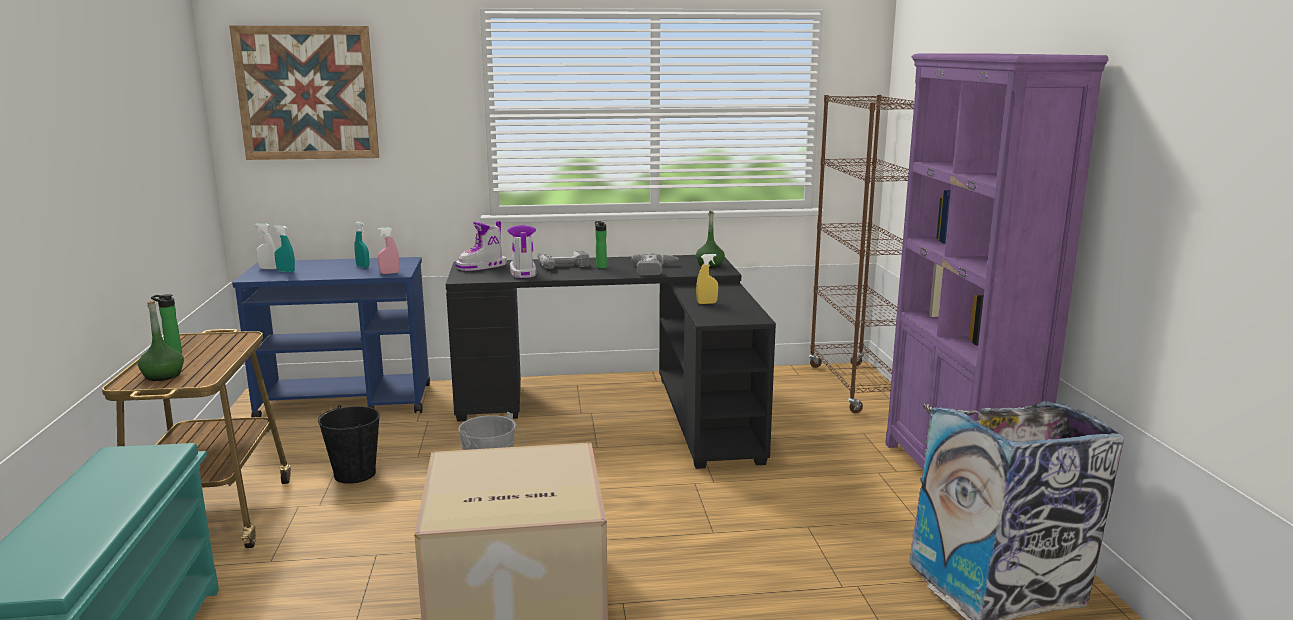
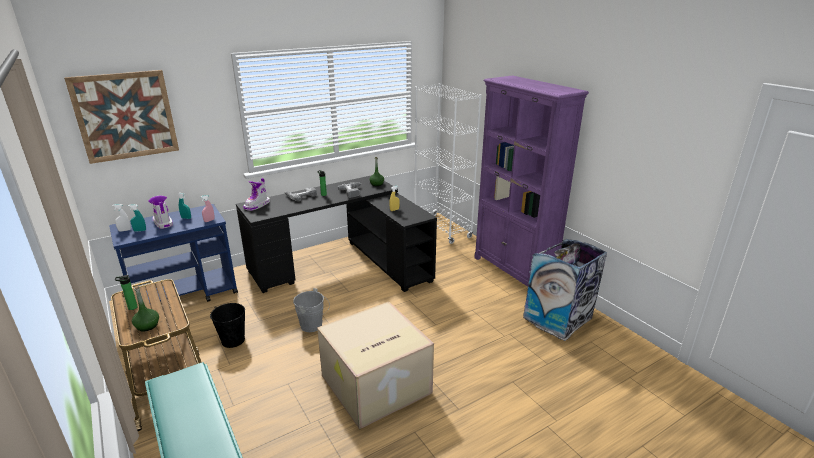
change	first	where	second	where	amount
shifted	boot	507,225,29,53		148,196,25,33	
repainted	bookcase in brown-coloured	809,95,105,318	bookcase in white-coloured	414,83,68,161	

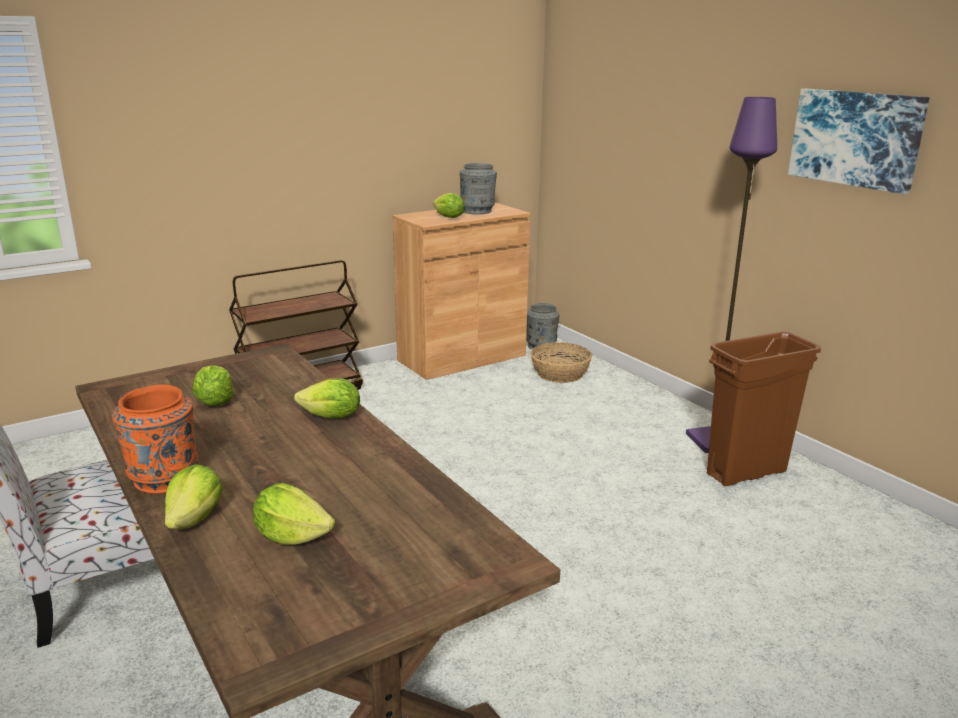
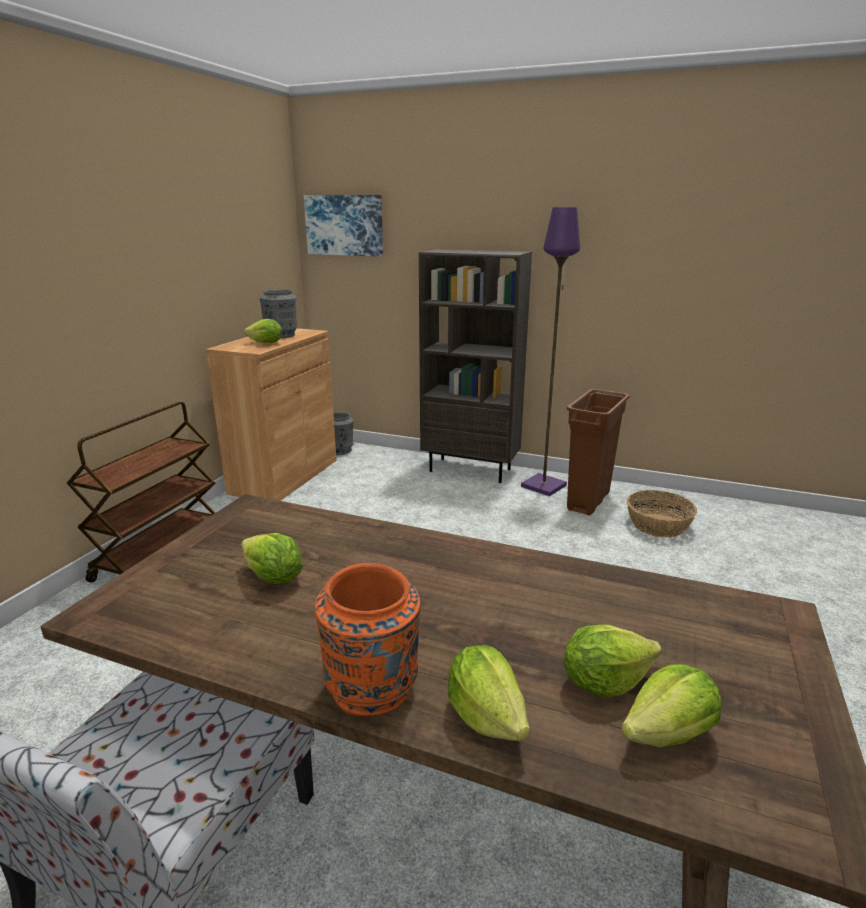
change	first	where	second	where	amount
shifted	wall picture	788,89,142,105		304,195,79,61	
new			bookcase in brown-coloured	419,249,113,234	
shifted	lettuce	294,378,66,40		622,664,99,83	
shifted	storage basket	531,342,61,41		627,490,70,48	

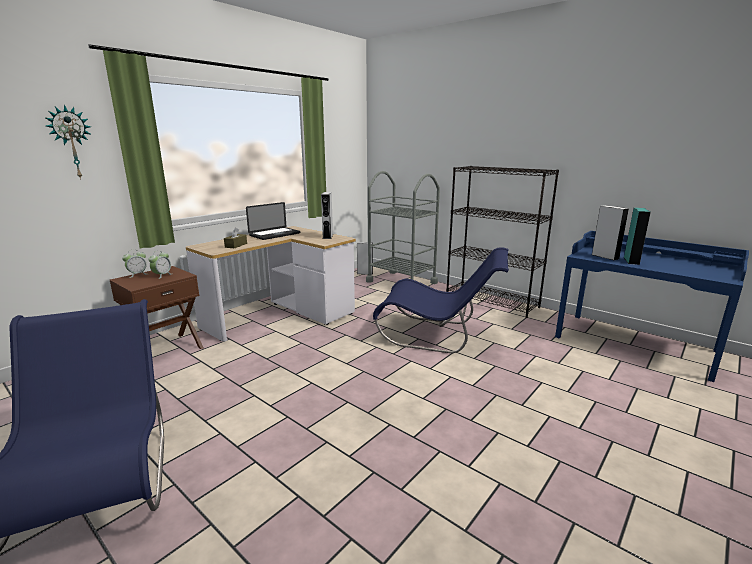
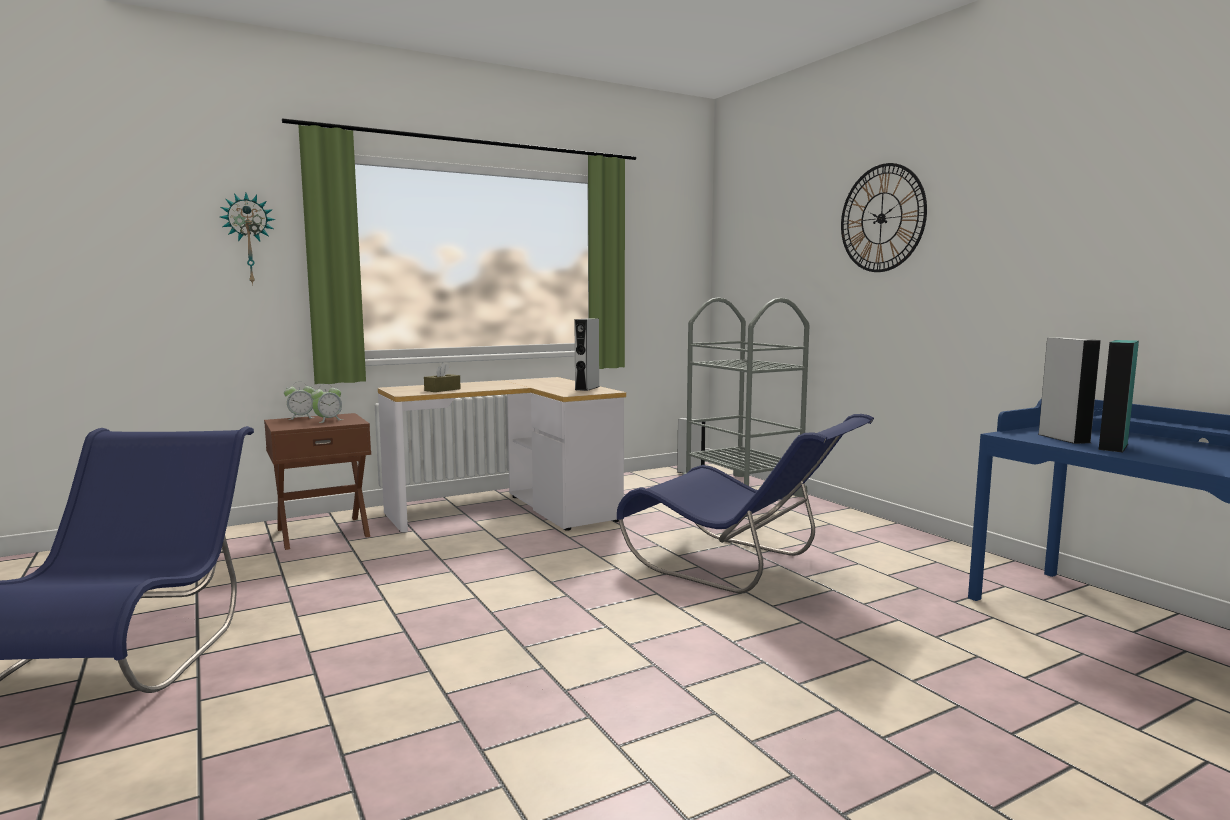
change	first	where	second	where	amount
new			clock on the wall	841,163,86,109	
gone	portable computer	246,202,54,38			
gone	bookcase in black-coloured	446,166,113,152			

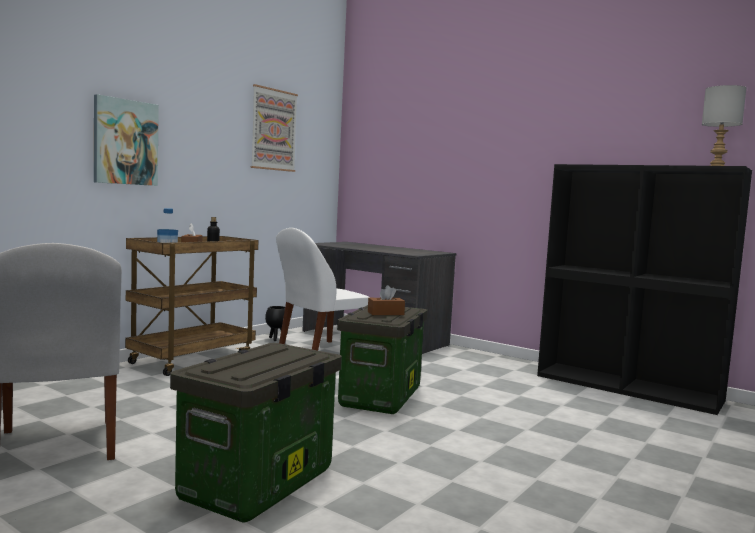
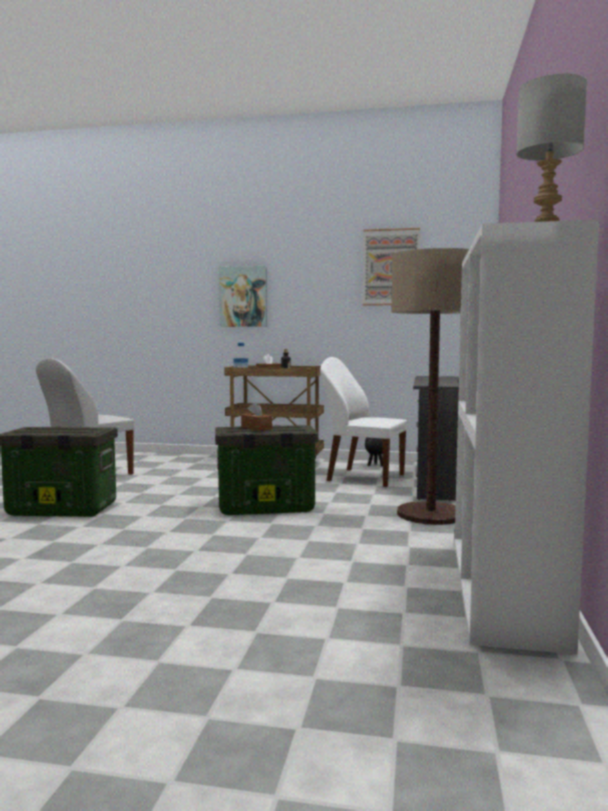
change	first	where	second	where	amount
new			standard lamp	392,248,77,277	
repainted	bookcase in black-coloured	537,164,215,251	bookcase in white-coloured	455,220,144,435	

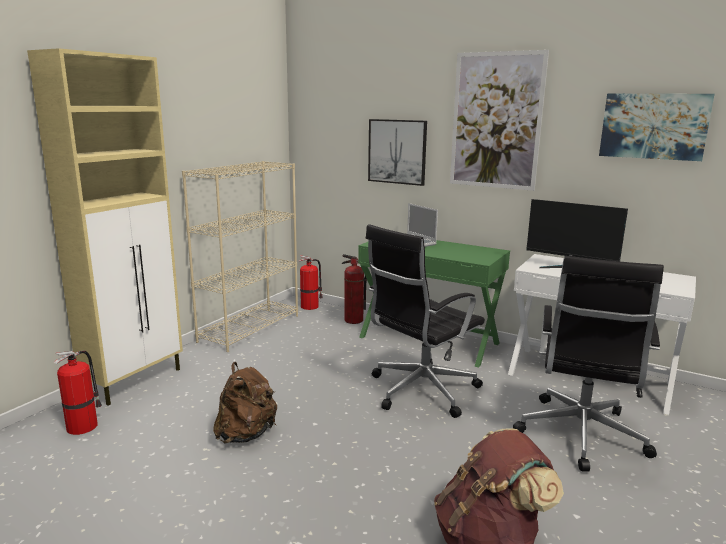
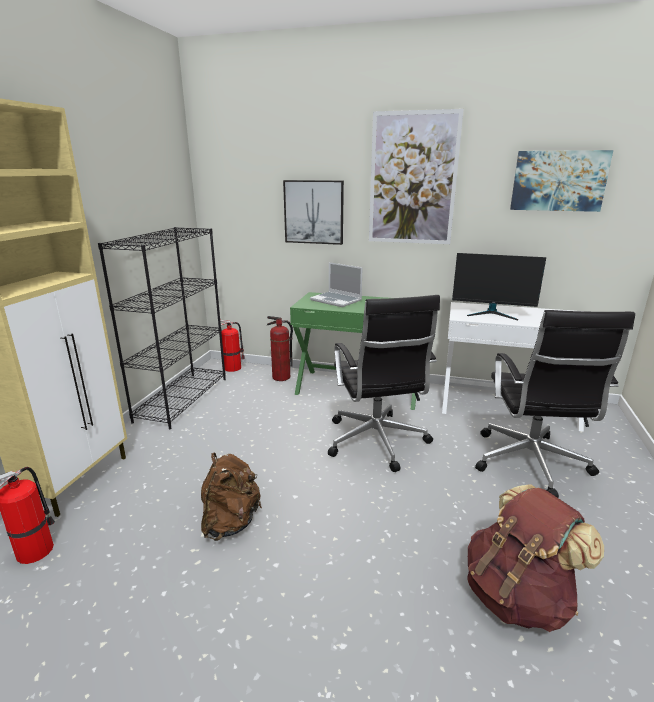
change	first	where	second	where	amount
repainted	bookcase in beige	182,161,116,191	bookcase in black-coloured	98,227,128,202	
rotated	desk chair in black-coloured	366,224,119,194		328,295,112,177	45 degrees counterclockwise

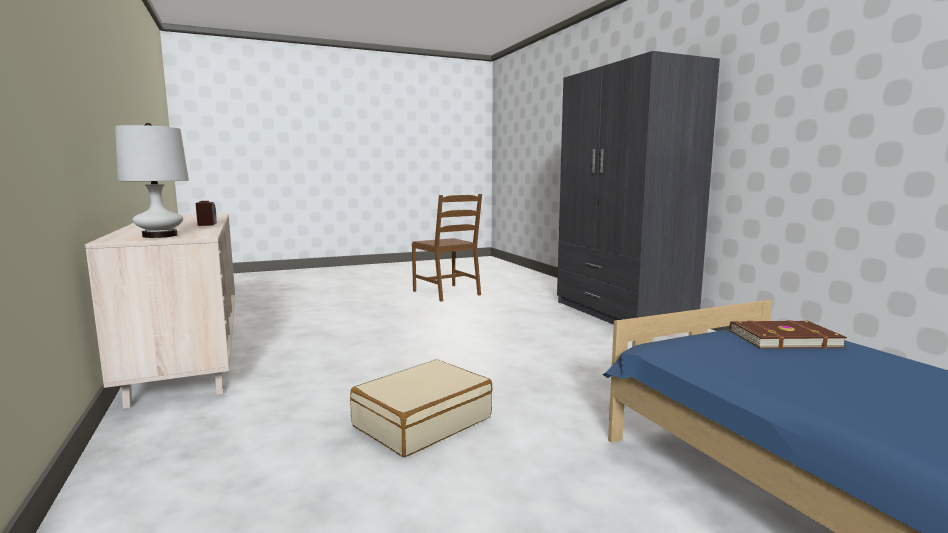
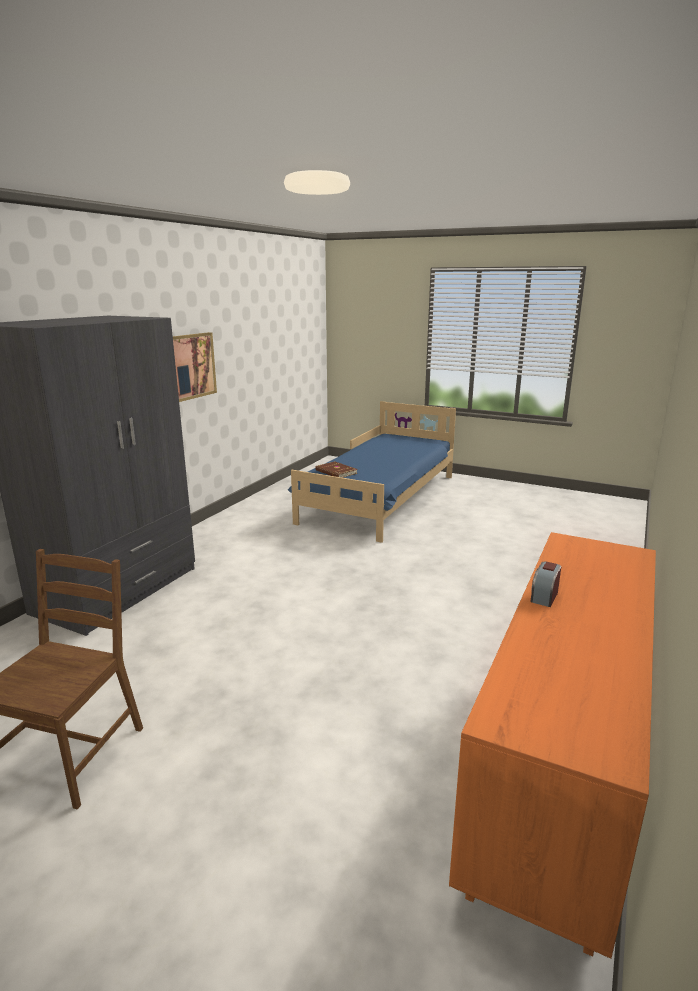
change	first	where	second	where	amount
new			wall picture	173,332,44,70	
repainted	dresser in beige	85,214,150,195	dresser in orange-coloured	449,532,207,427	
gone	tabletop lamp in white-coloured	115,123,74,115			
gone	suitcase in beige	350,359,142,98			

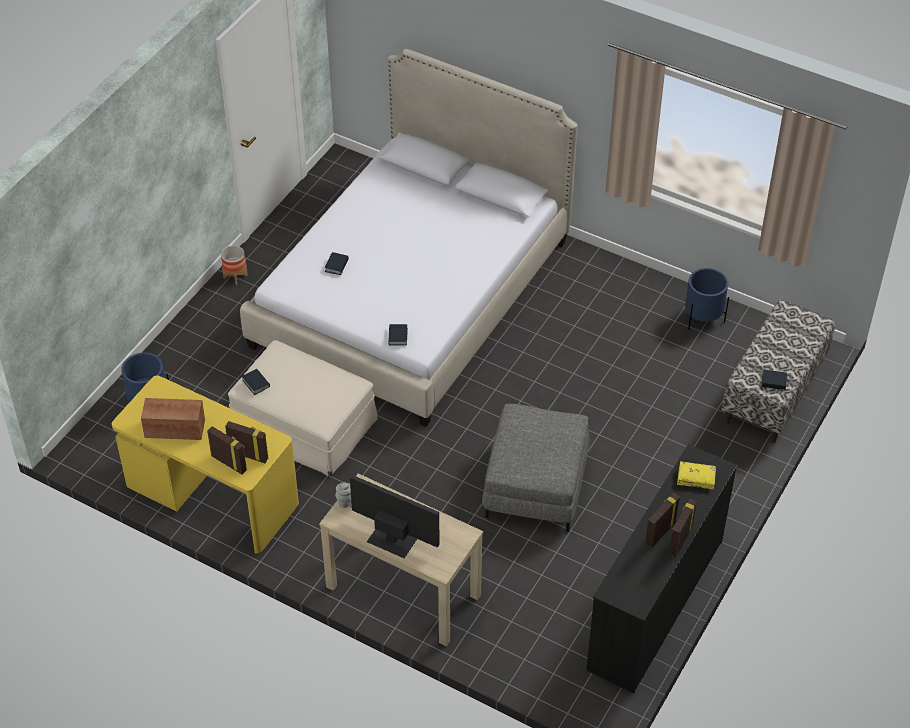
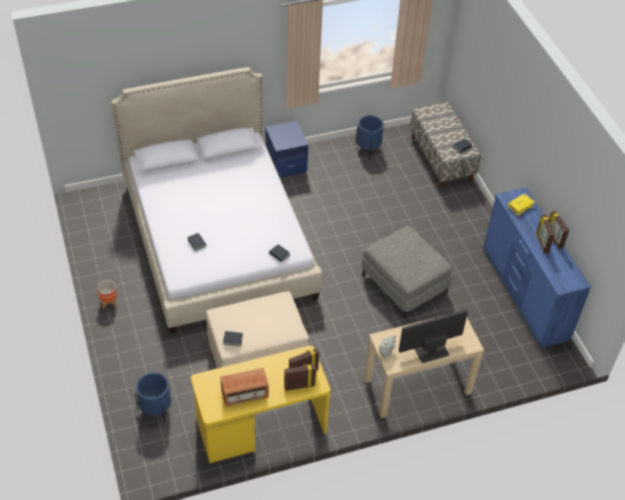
change	first	where	second	where	amount
rotated	radio set	141,398,64,42		220,368,49,39	150 degrees counterclockwise
new			bedside table in blue-coloured	265,121,43,57	
repainted	dresser in black-coloured	586,444,151,249	dresser in blue-coloured	483,188,108,160	

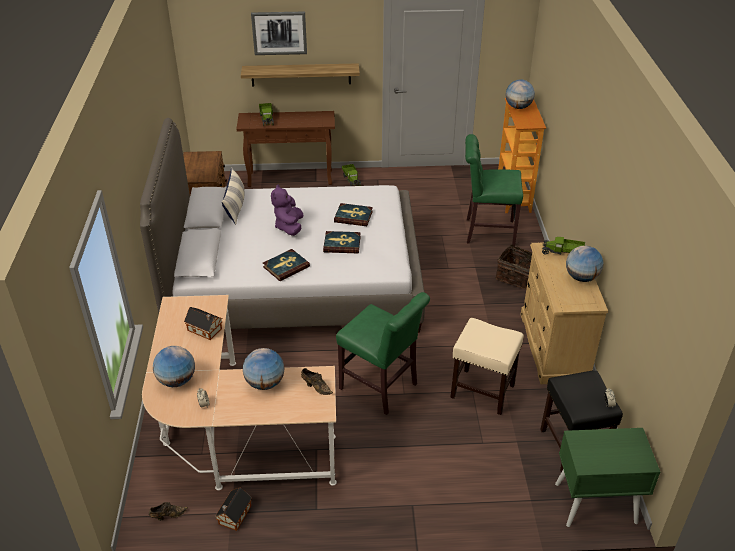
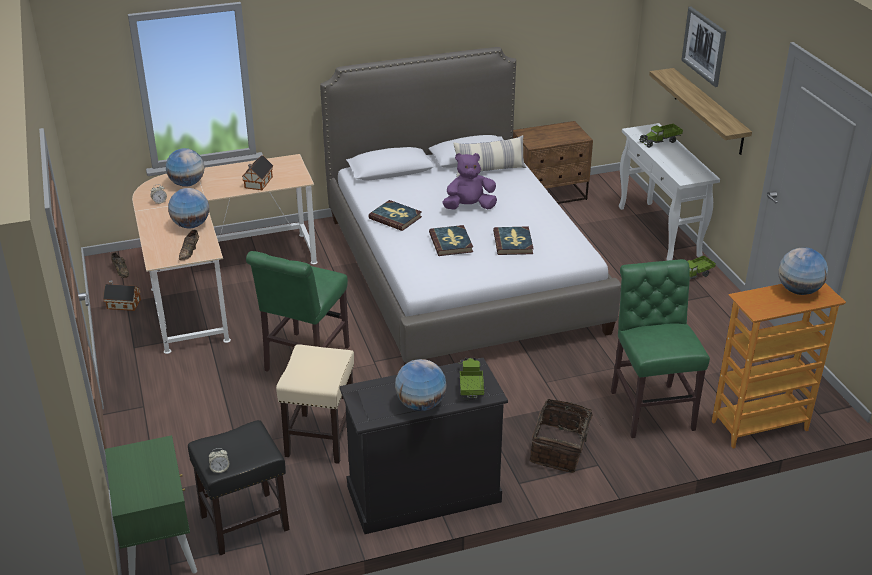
change	first	where	second	where	amount
repainted	dresser in beige	520,242,88,142	dresser in black-coloured	339,358,169,176	
repainted	hall table in brown-coloured	237,111,98,76	hall table in white-coloured	619,123,101,138	

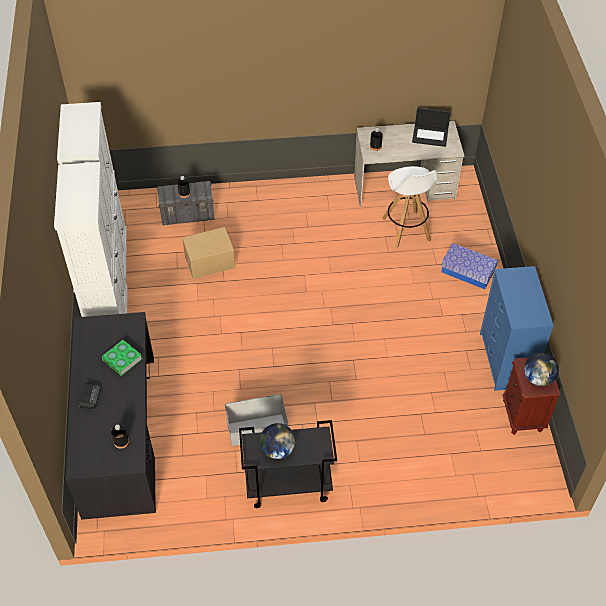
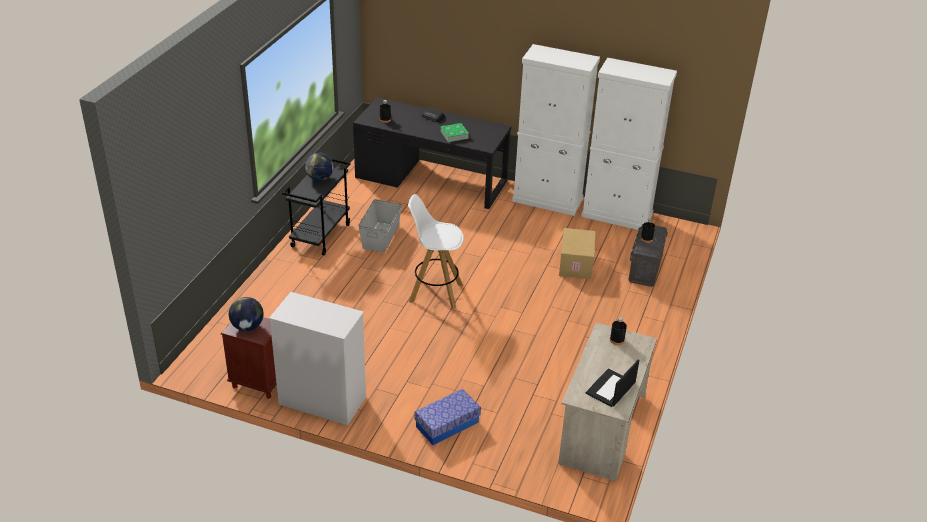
change	first	where	second	where	amount
repainted	dresser in blue-coloured	480,266,74,125	dresser in white-coloured	269,292,97,133	
shifted	stool seat in white-coloured	382,166,55,83		408,194,56,115	

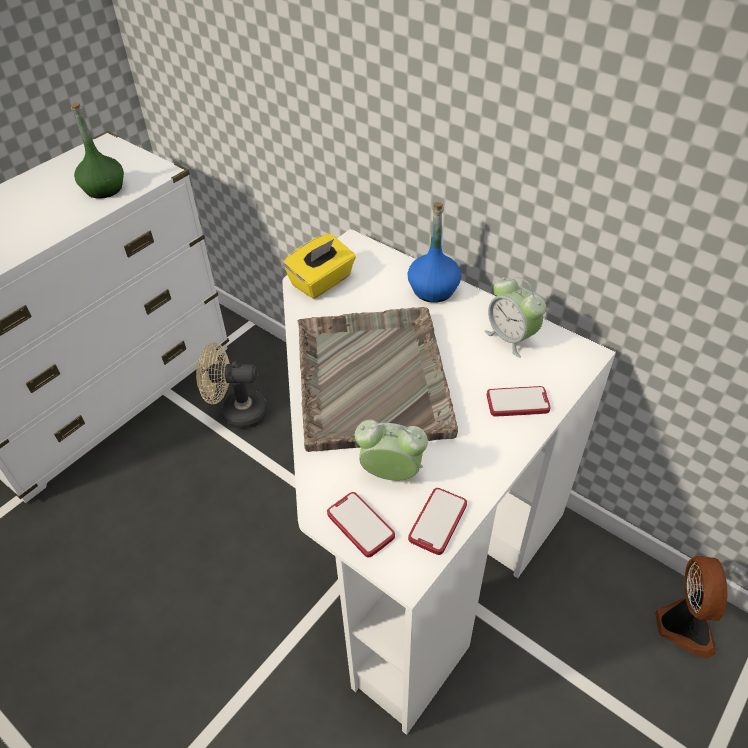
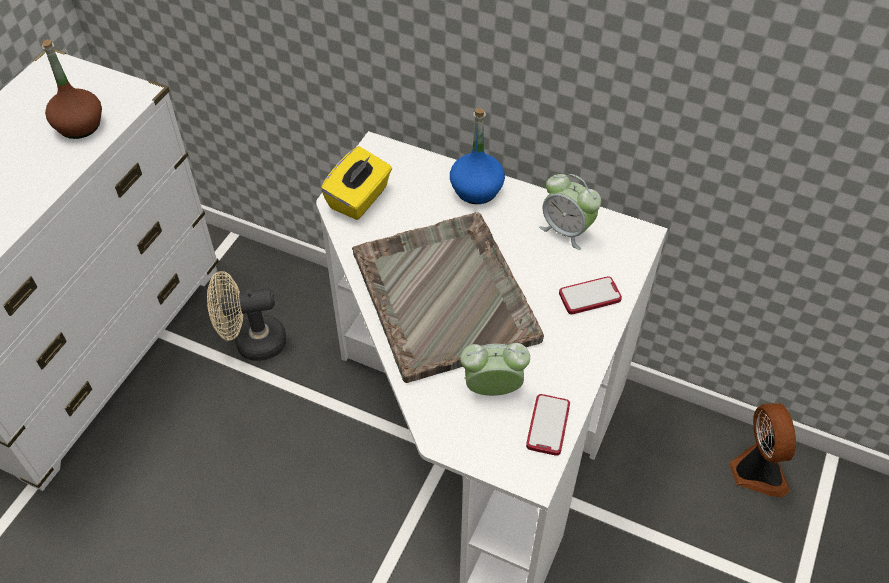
change	first	where	second	where	amount
repainted	bottle in green-coloured	71,102,53,97	bottle in brown-coloured	42,39,60,100	
gone	telephone	327,492,68,65			

